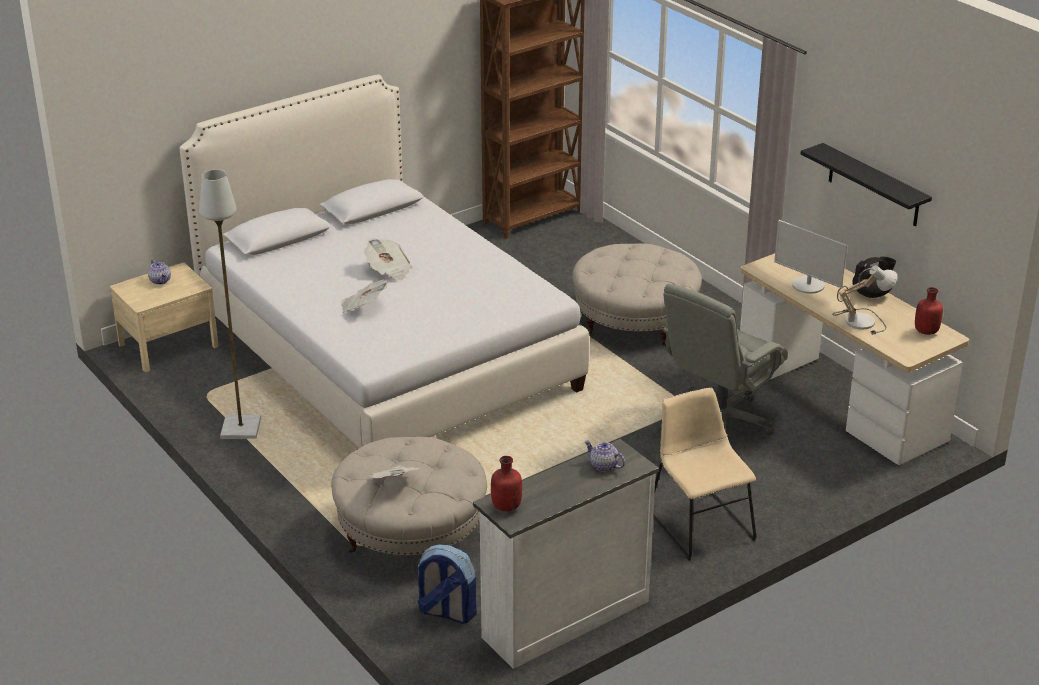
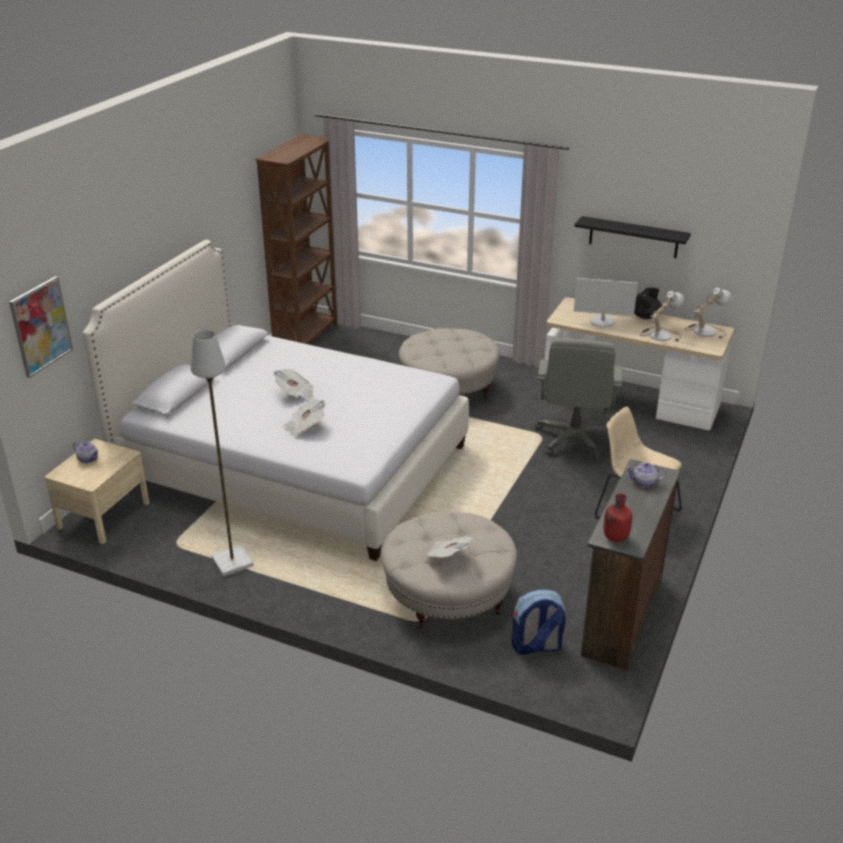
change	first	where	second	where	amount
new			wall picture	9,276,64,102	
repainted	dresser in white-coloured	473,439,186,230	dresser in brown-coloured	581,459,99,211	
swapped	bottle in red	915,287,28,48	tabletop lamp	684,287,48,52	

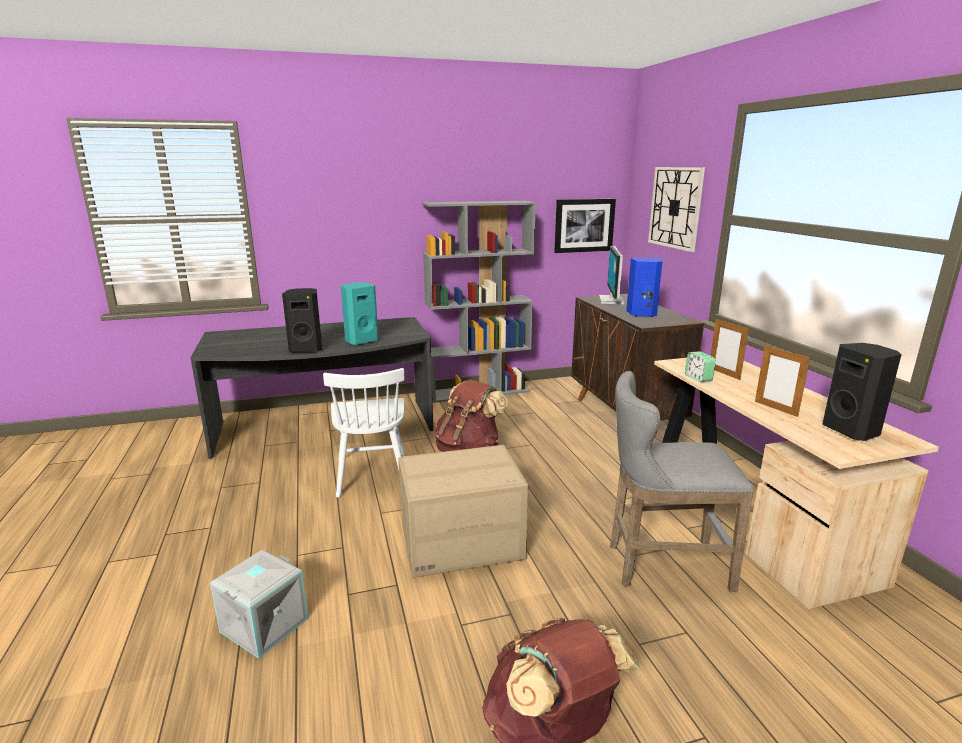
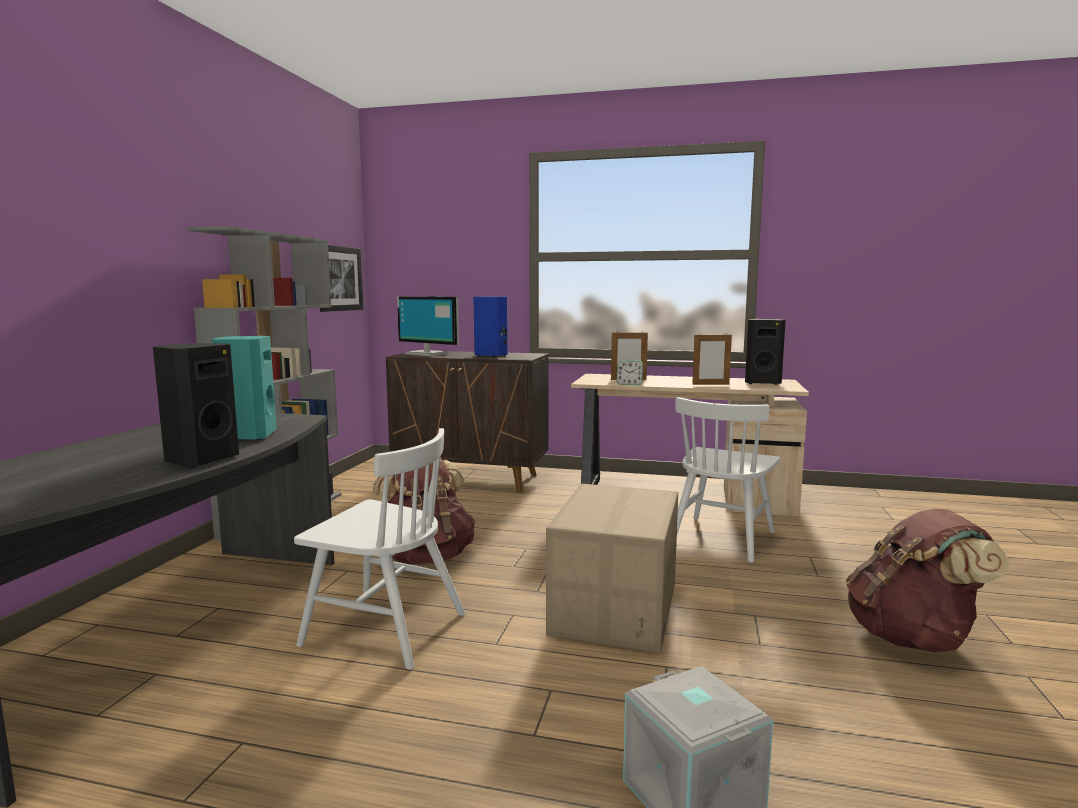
change	first	where	second	where	amount
swapped	stool seat in grey	610,371,144,221	chair in white-coloured	676,397,104,166	
gone	clock on the wall	648,167,57,85			

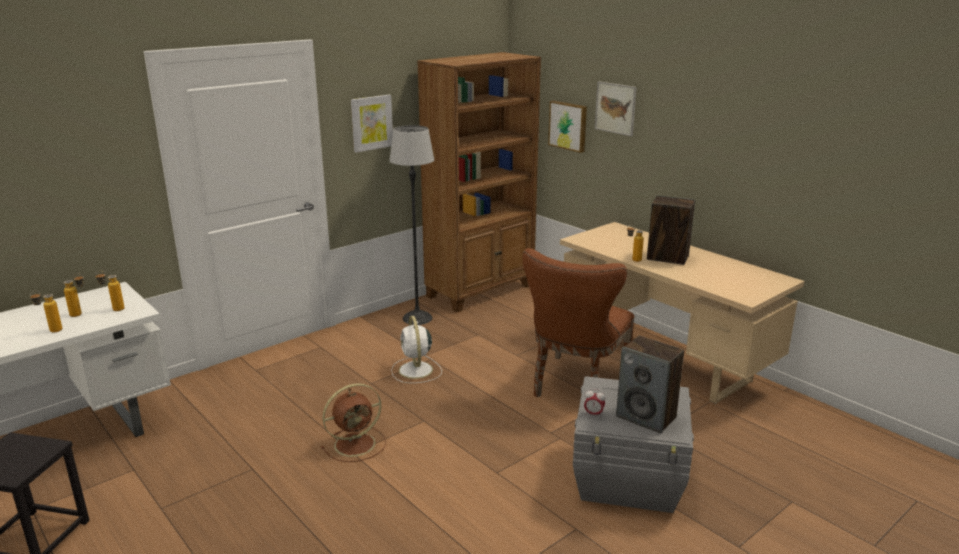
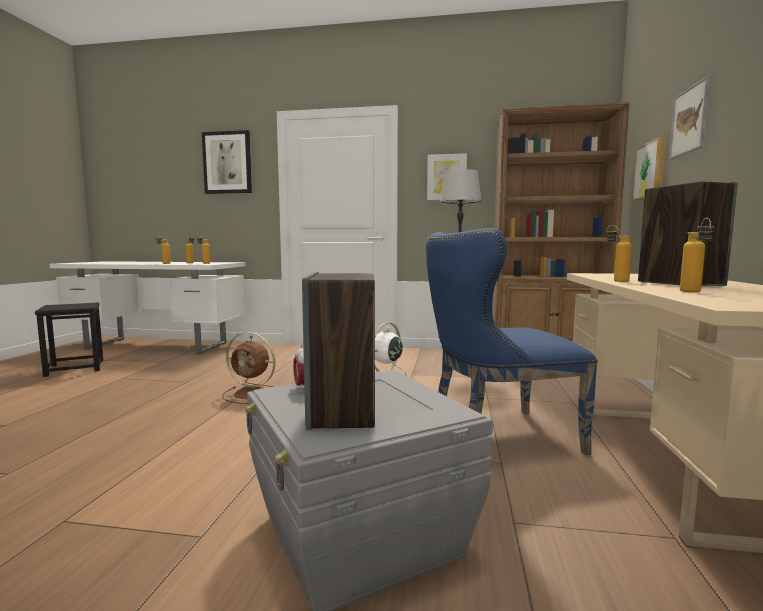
change	first	where	second	where	amount
new			wall picture	202,130,50,64	
repainted	chair in brown-coloured	523,248,112,149	chair in blue-coloured	426,228,172,227	
new			bottle	680,218,34,74	

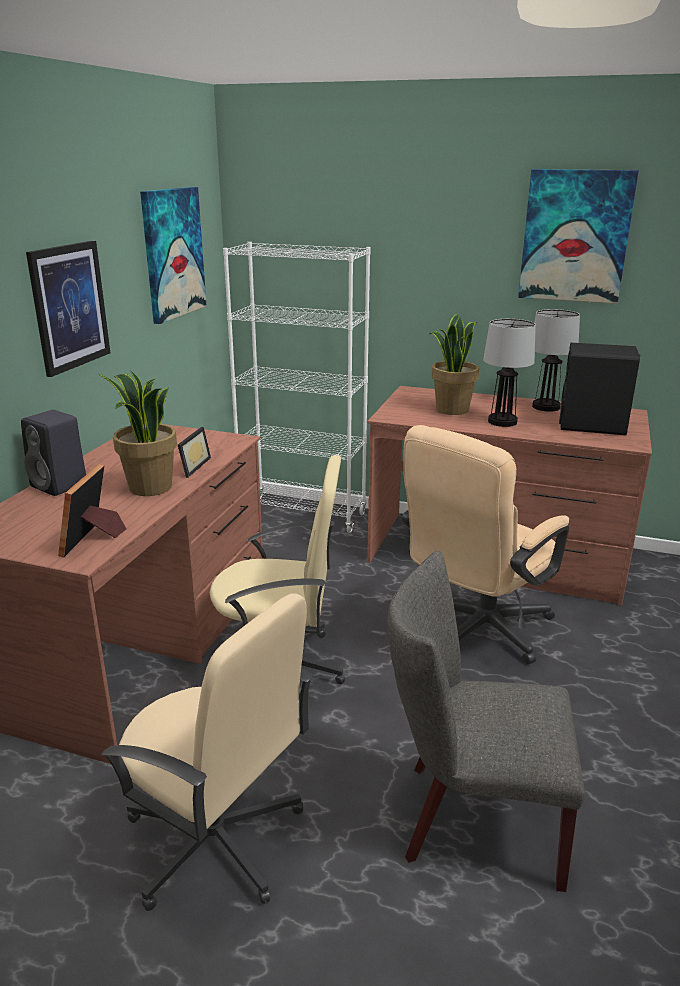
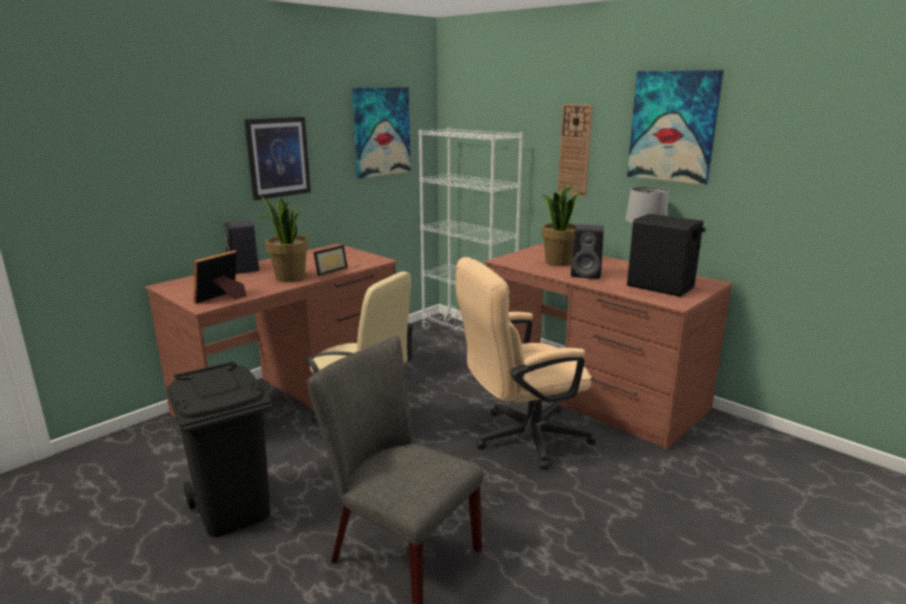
change	first	where	second	where	amount
swapped	desk chair in beige	101,593,213,318	trash can in black-coloured	166,361,106,176	
new			clock on the wall	558,104,35,92	
swapped	tabletop lamp	483,319,53,108	loudspeaker in black-coloured	571,224,33,55	

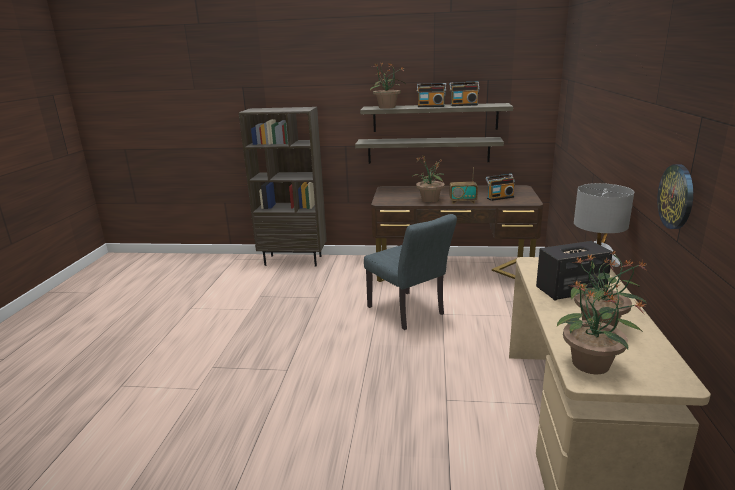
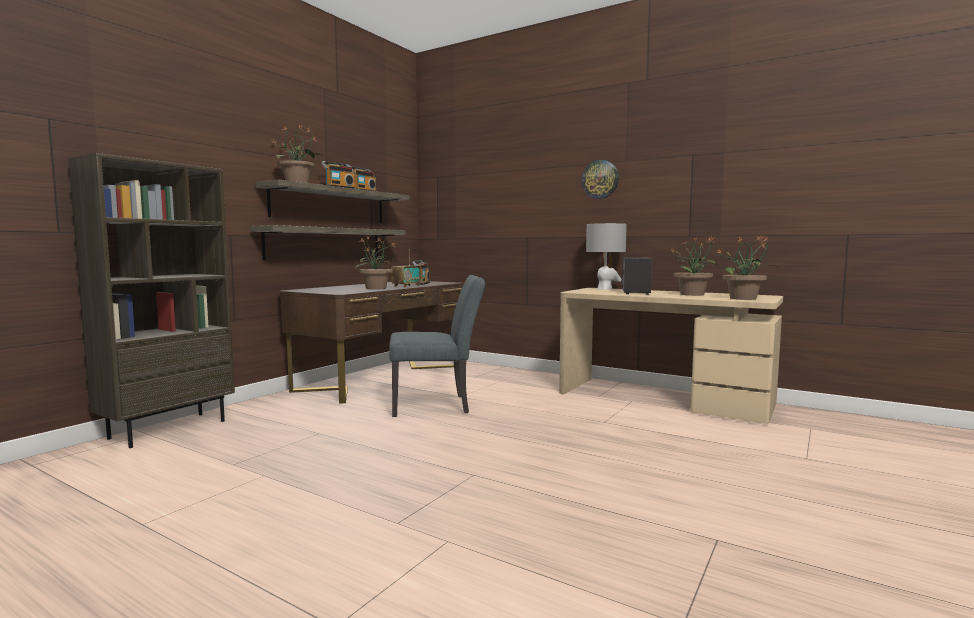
change	first	where	second	where	amount
shifted	clock on the wall	657,165,36,64		581,160,38,39	

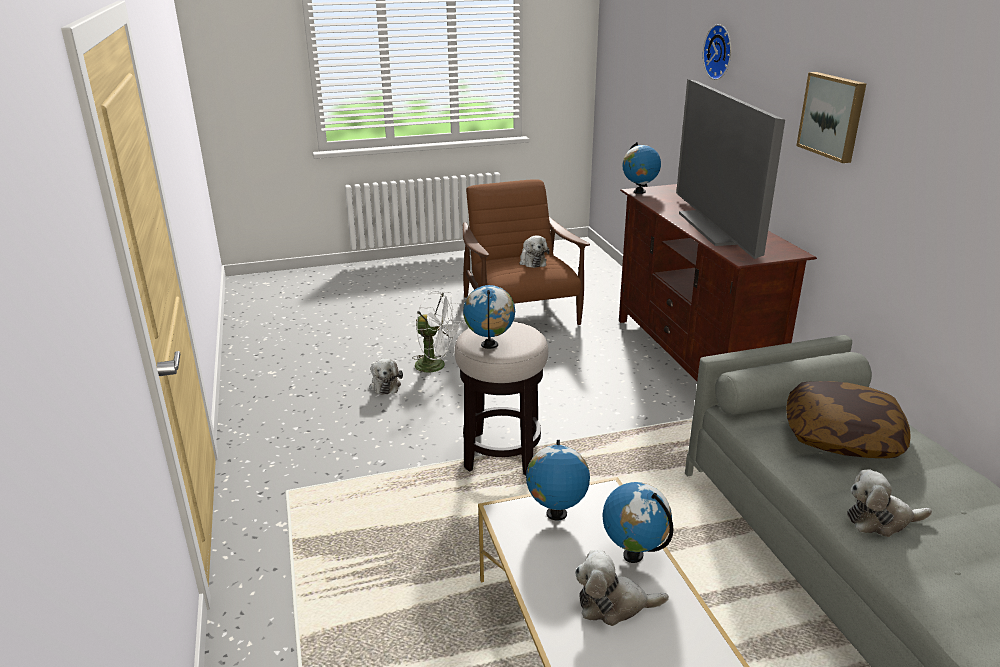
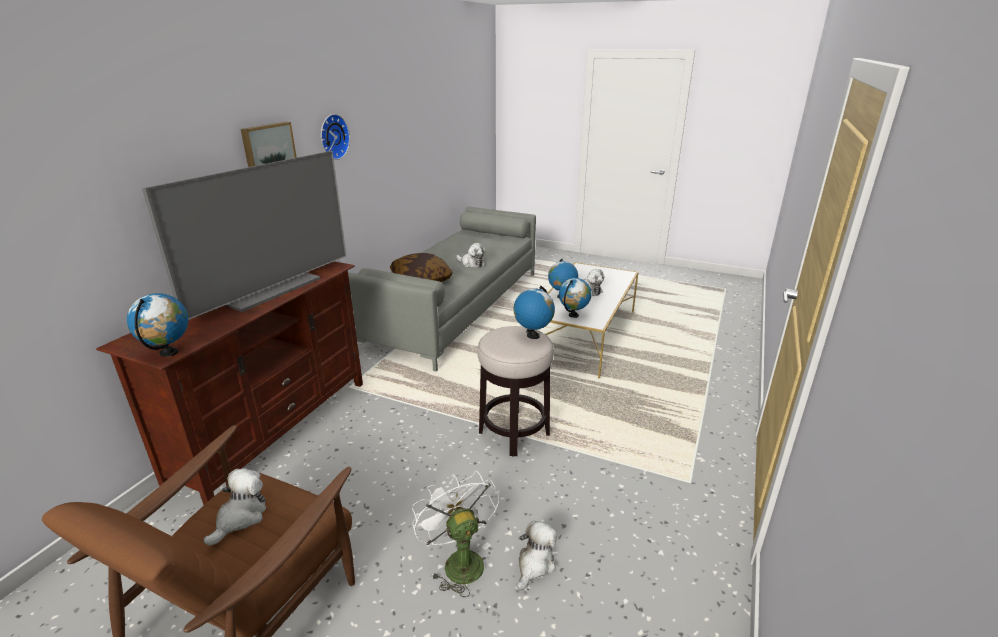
change	first	where	second	where	amount
shifted	clock on the wall	703,24,28,56		321,114,29,46	

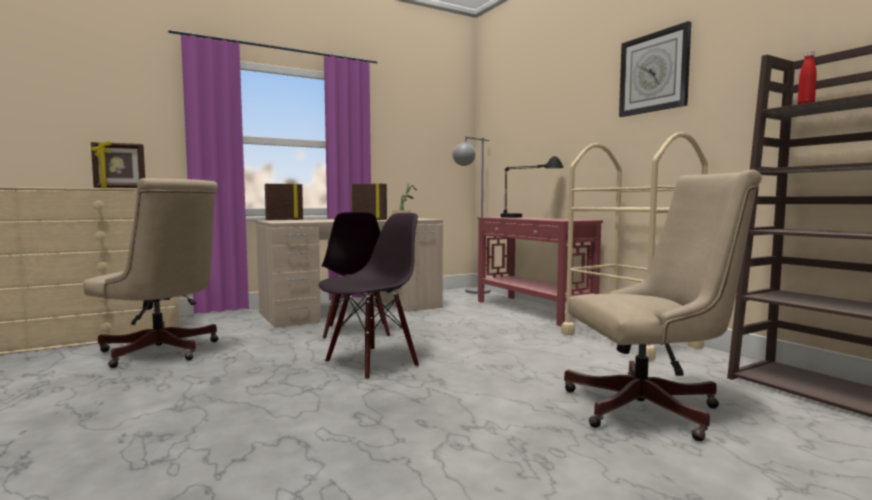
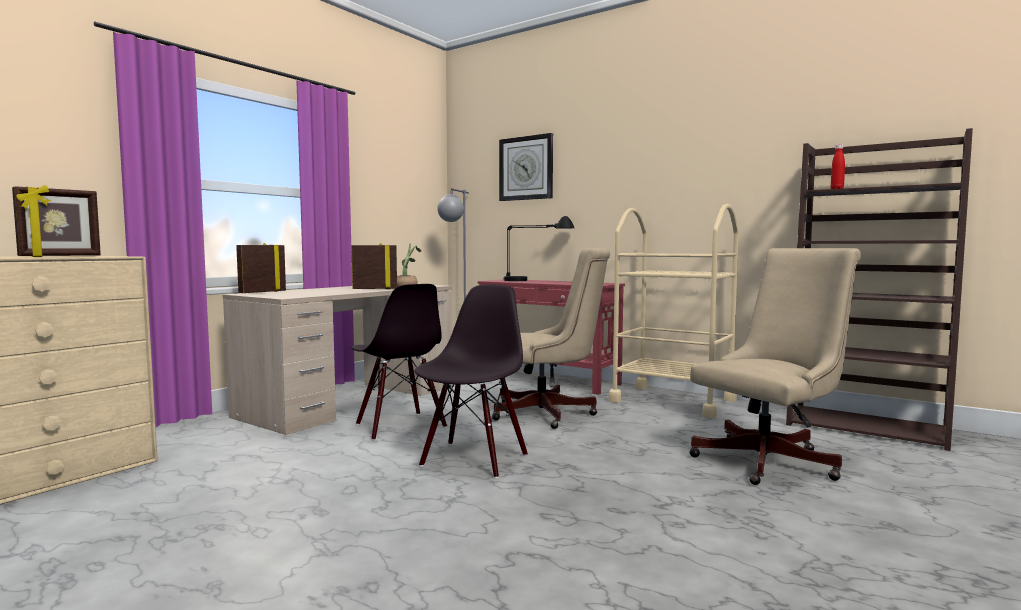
change	first	where	second	where	amount
shifted	desk chair in beige	83,178,136,190		492,248,118,181	
shifted	clock on the wall	619,21,72,96		499,133,54,68	

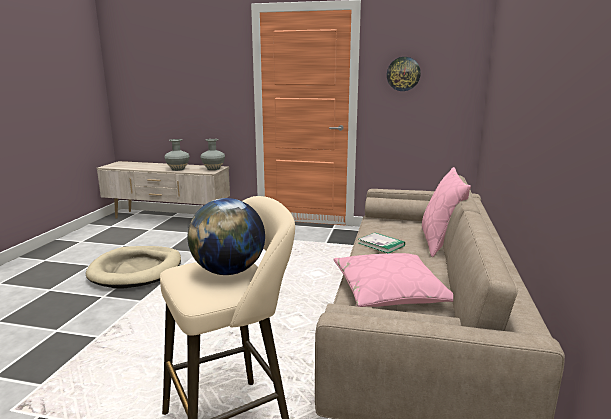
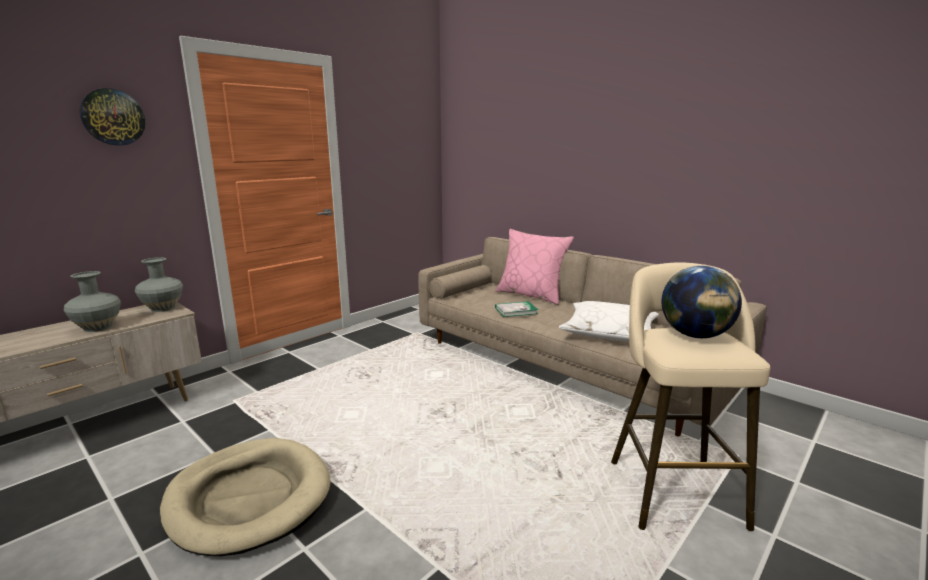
change	first	where	second	where	amount
shifted	clock on the wall	387,57,34,34		79,88,66,58	
repainted	throw pillow in pink	334,253,119,54	throw pillow in white-coloured	559,301,100,41	

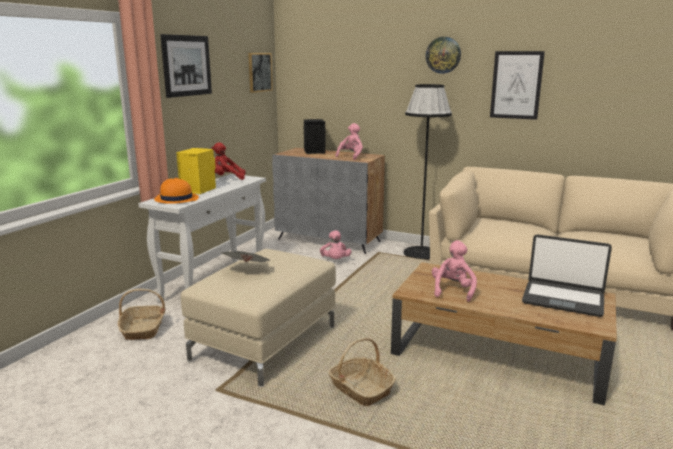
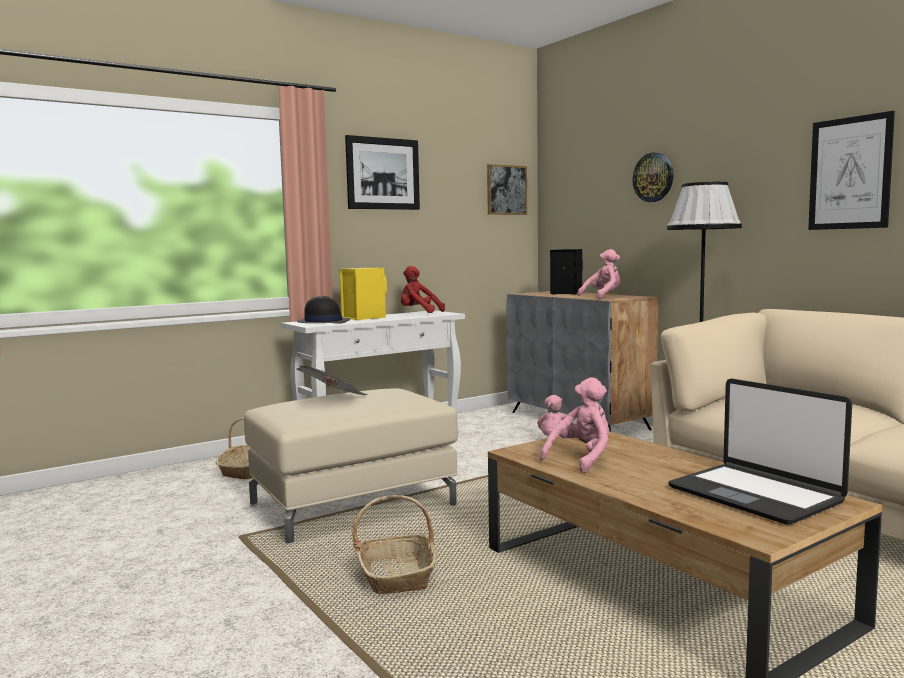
change	first	where	second	where	amount
repainted	clothing hat in orange-coloured	154,178,45,26	clothing hat in black-coloured	297,296,53,28	
shifted	clock on the wall	426,37,35,37		633,153,40,49	

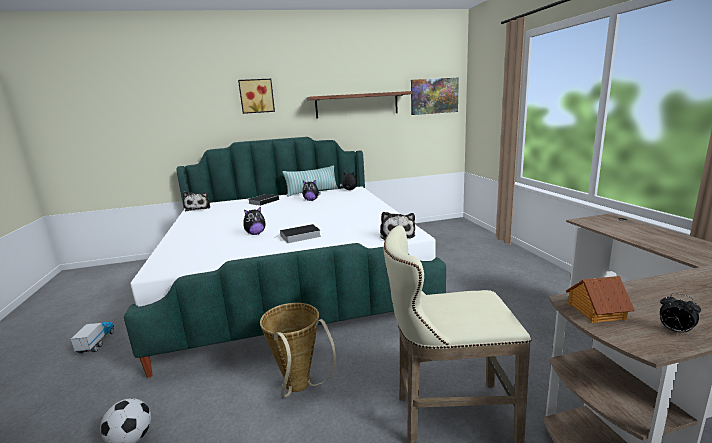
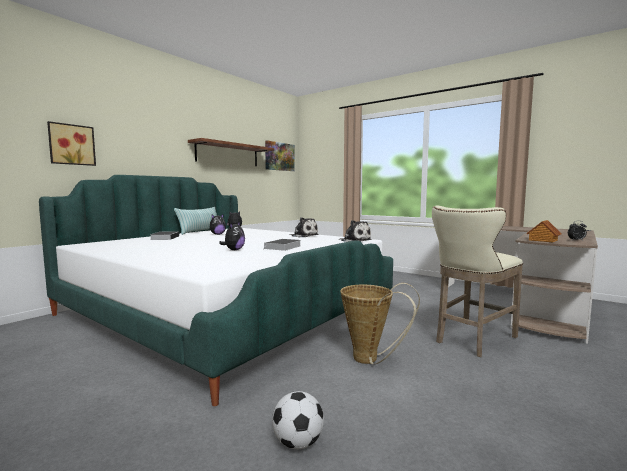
change	first	where	second	where	amount
shifted	wall picture	238,79,37,35		47,121,49,45	
shifted	cuddly toy	182,192,28,20		290,217,29,20	
gone	model truck	71,322,43,32			

